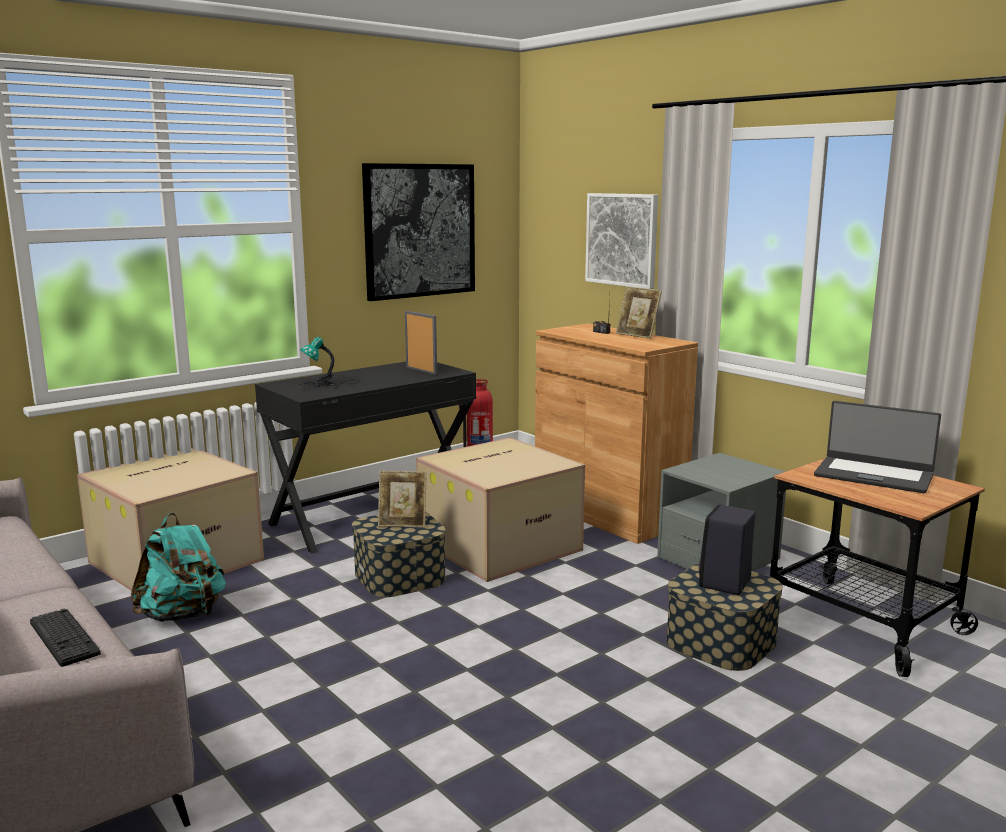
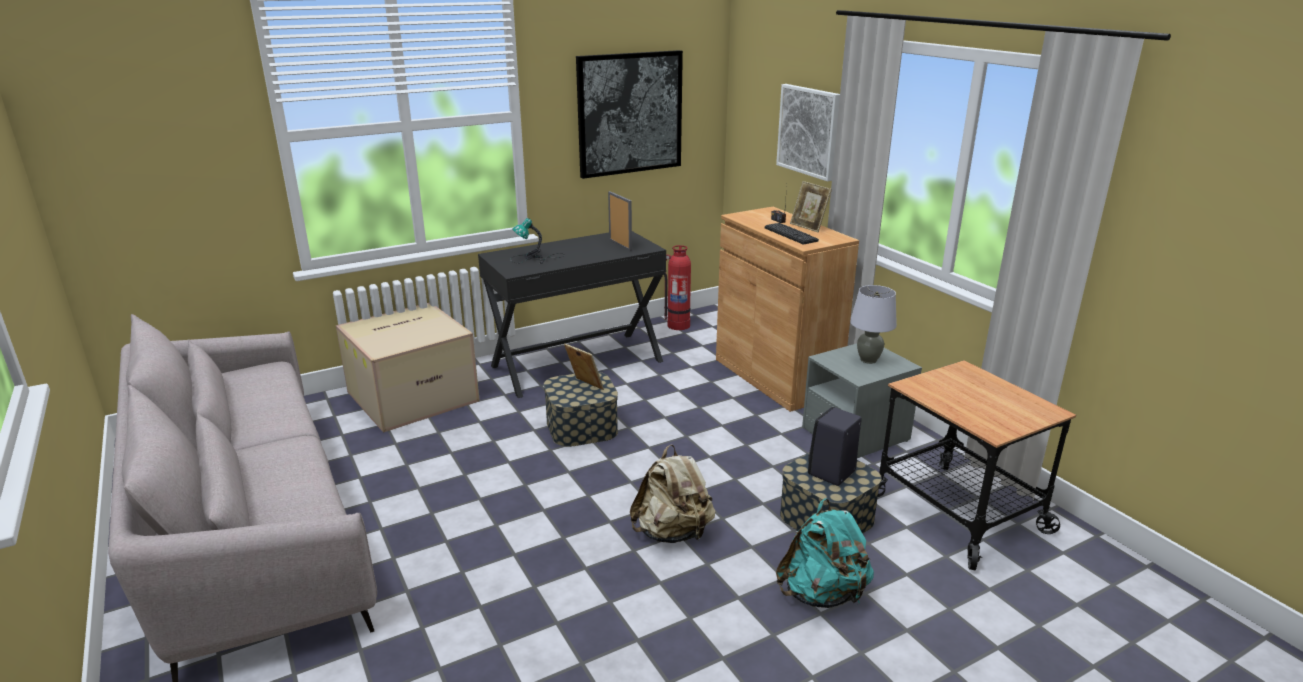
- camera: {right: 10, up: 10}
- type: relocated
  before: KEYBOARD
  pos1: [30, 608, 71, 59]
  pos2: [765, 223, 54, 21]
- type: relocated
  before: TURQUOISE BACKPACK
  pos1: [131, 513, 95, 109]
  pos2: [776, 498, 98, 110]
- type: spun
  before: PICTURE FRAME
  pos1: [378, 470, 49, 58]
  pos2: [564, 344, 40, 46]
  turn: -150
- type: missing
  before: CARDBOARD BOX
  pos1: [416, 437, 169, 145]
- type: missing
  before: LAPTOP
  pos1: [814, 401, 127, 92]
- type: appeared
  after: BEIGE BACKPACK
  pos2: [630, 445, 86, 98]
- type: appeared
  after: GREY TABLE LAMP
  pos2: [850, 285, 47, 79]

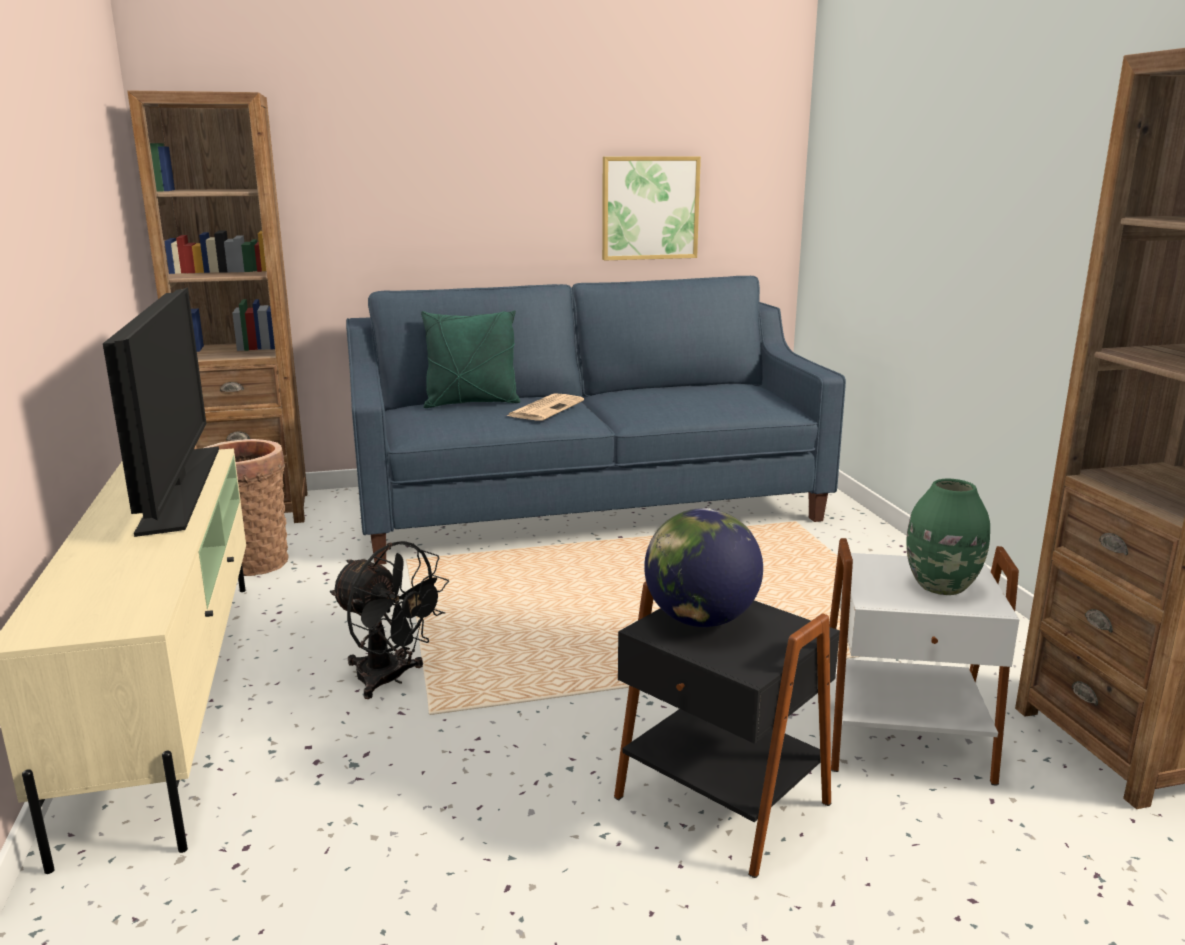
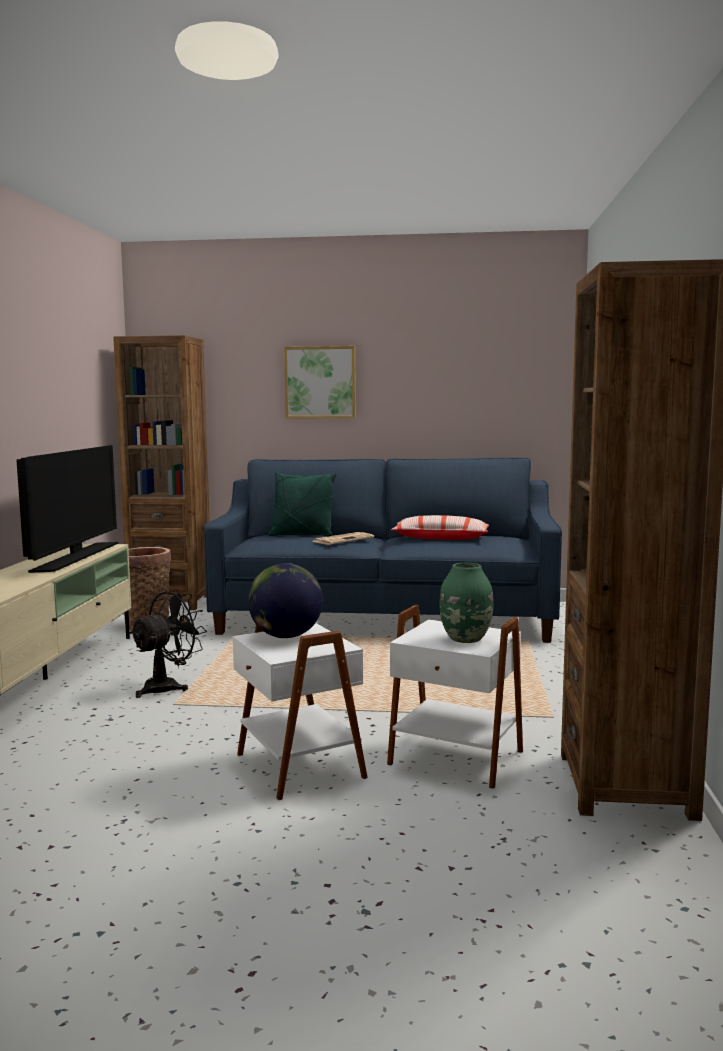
- camera: {right: 20, up: -10}
- type: spun
  before: BLACK FAN
  pos1: [330, 541, 119, 158]
  pos2: [129, 590, 78, 108]
  turn: -105
- type: relocated
  before: PICTURE
  pos1: [602, 156, 99, 105]
  pos2: [284, 346, 72, 72]
- type: colour
  before: BLACK SIDE TABLE
  after: WHITE SIDE TABLE
  pos1: [614, 582, 226, 296]
  pos2: [233, 624, 135, 176]
- type: appeared
  after: PILLOW
  pos2: [391, 515, 98, 25]

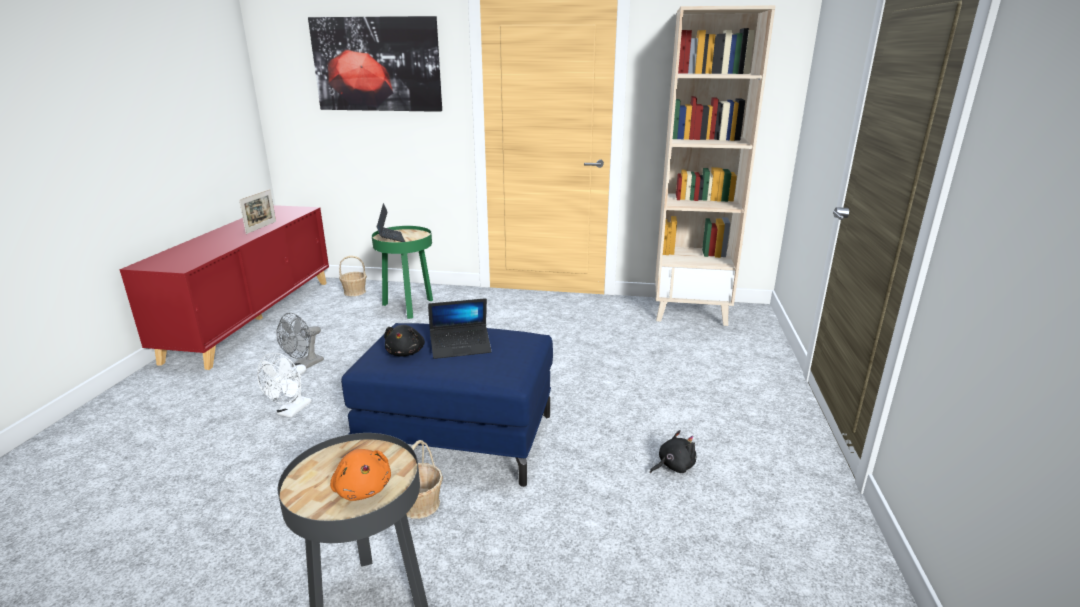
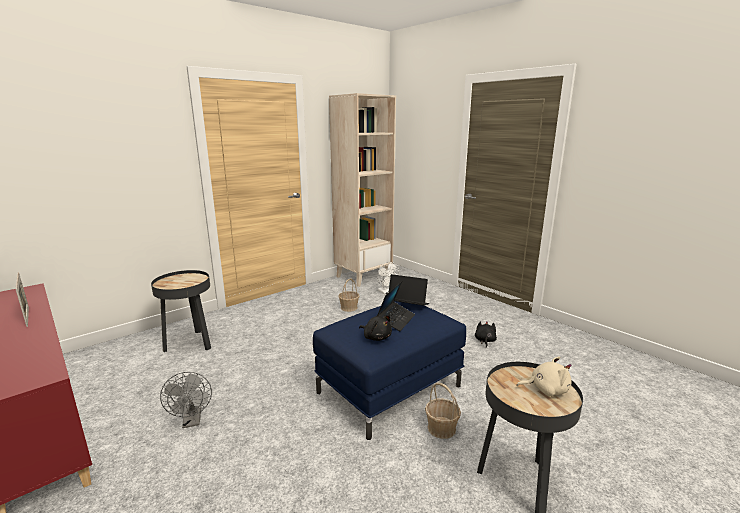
- camera: {right: -50, up: -5}
- type: relocated
  before: WHITE FAN
  pos1: [257, 353, 54, 65]
  pos2: [377, 262, 23, 33]
- type: missing
  before: PICTURE
  pos1: [308, 16, 134, 96]
- type: colour
  before: ORANGE PLUSH TOY
  after: BEIGE PLUSH TOY
  pos1: [330, 449, 61, 52]
  pos2: [516, 356, 55, 40]
- type: relocated
  before: BASKET
  pos1: [339, 256, 28, 40]
  pos2: [338, 278, 22, 34]
- type: colour
  before: GREEN SIDE TABLE
  after: BLACK SIDE TABLE
  pos1: [372, 226, 61, 93]
  pos2: [151, 270, 60, 82]
- type: relocated
  before: LAPTOP
  pos1: [377, 203, 28, 39]
  pos2: [389, 274, 41, 32]

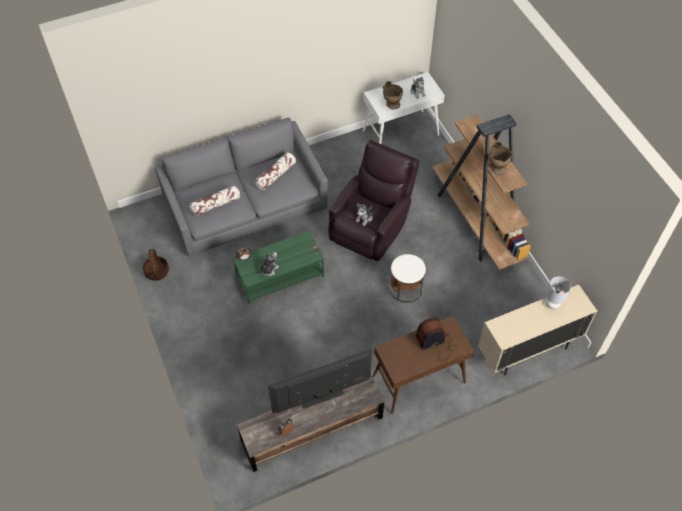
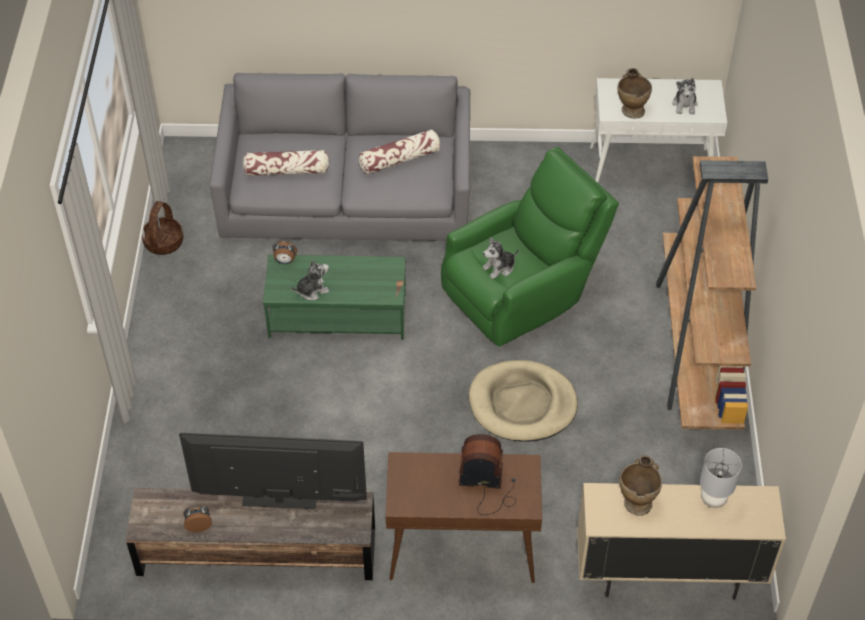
- camera: {right: 25, up: -5}
- type: colour
  before: BROWN ARMCHAIR
  after: GREEN ARMCHAIR
  pos1: [328, 140, 92, 121]
  pos2: [441, 147, 178, 199]
- type: exchanged
  before: WHITE SIDE TABLE
  after: BEIGE DOG BED
  pos1: [390, 254, 36, 49]
  pos2: [469, 360, 109, 82]
- type: relocated
  before: BEIGE VASE
  pos1: [489, 142, 23, 32]
  pos2: [619, 455, 43, 61]

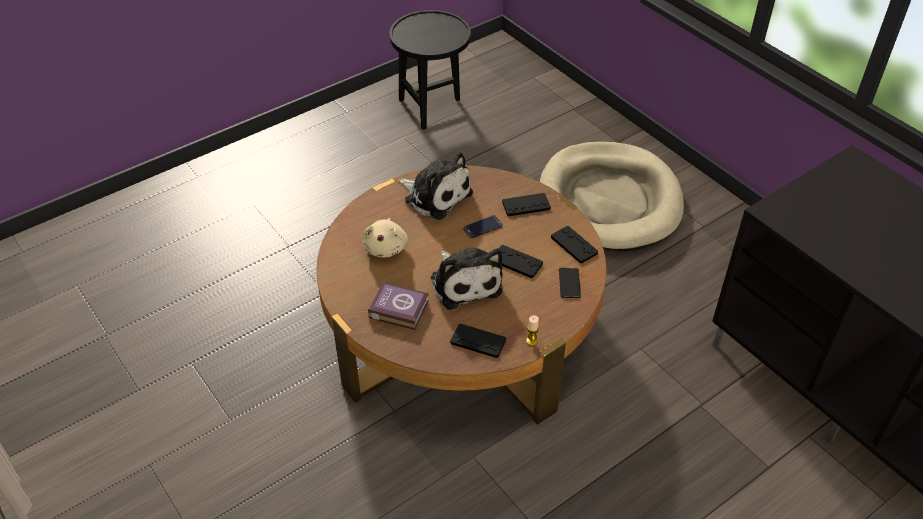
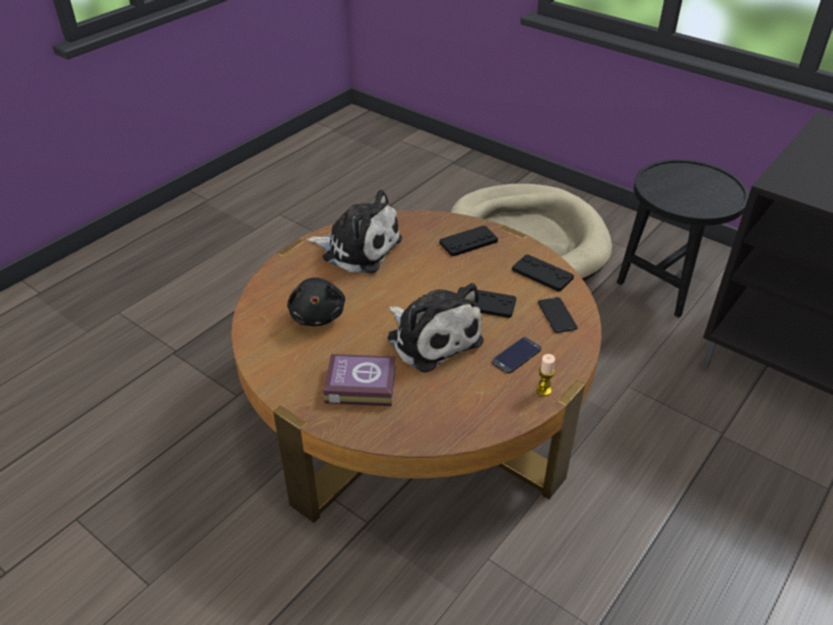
- camera: {right: -15, up: -5}
- type: colour
  before: BEIGE PLUSH TOY
  after: BLACK PLUSH TOY
  pos1: [363, 218, 45, 40]
  pos2: [287, 277, 58, 49]
- type: relocated
  before: BLACK SIDE TABLE
  pos1: [389, 10, 82, 120]
  pos2: [617, 159, 132, 159]
- type: missing
  before: BLACK GAME CONTROLLER
  pos1: [450, 324, 56, 34]
- type: relocated
  before: PHONE
  pos1: [463, 215, 40, 23]
  pos2: [492, 337, 49, 37]

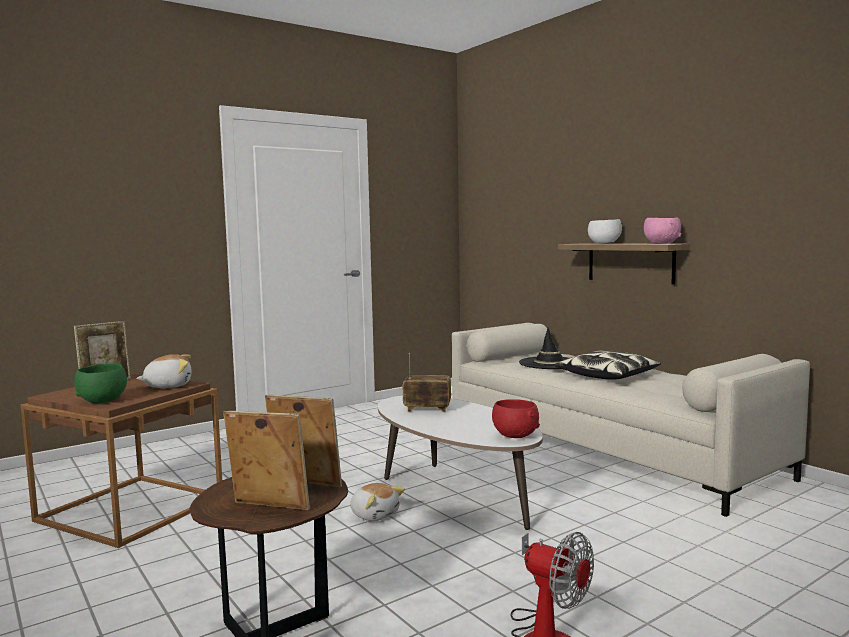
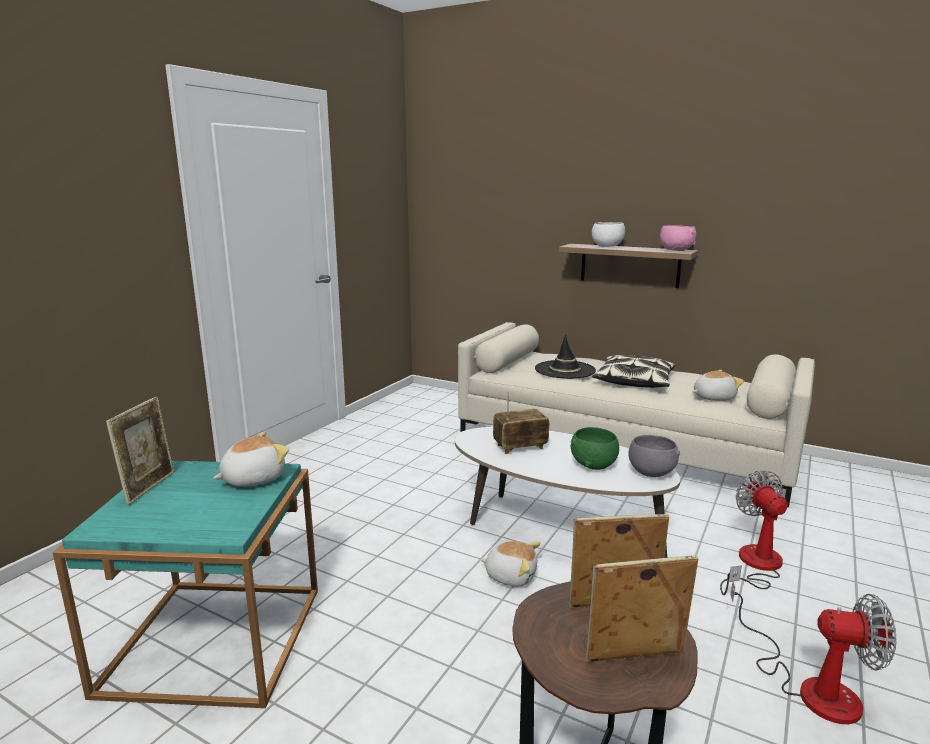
- camera: {right: -25, up: 10}
- type: colour
  before: BROWN SIDE TABLE
  after: TURQUOISE SIDE TABLE
  pos1: [21, 374, 201, 174]
  pos2: [52, 461, 266, 247]
- type: relocated
  before: GREEN BOWL
  pos1: [74, 364, 53, 40]
  pos2: [571, 427, 48, 43]
- type: colour
  before: RED BOWL
  after: GREY BOWL
  pos1: [492, 399, 48, 39]
  pos2: [628, 435, 52, 42]
- type: appeared
  after: PLUSH TOY
  pos2: [692, 370, 52, 31]
- type: appeared
  after: FAN
  pos2: [720, 470, 68, 125]

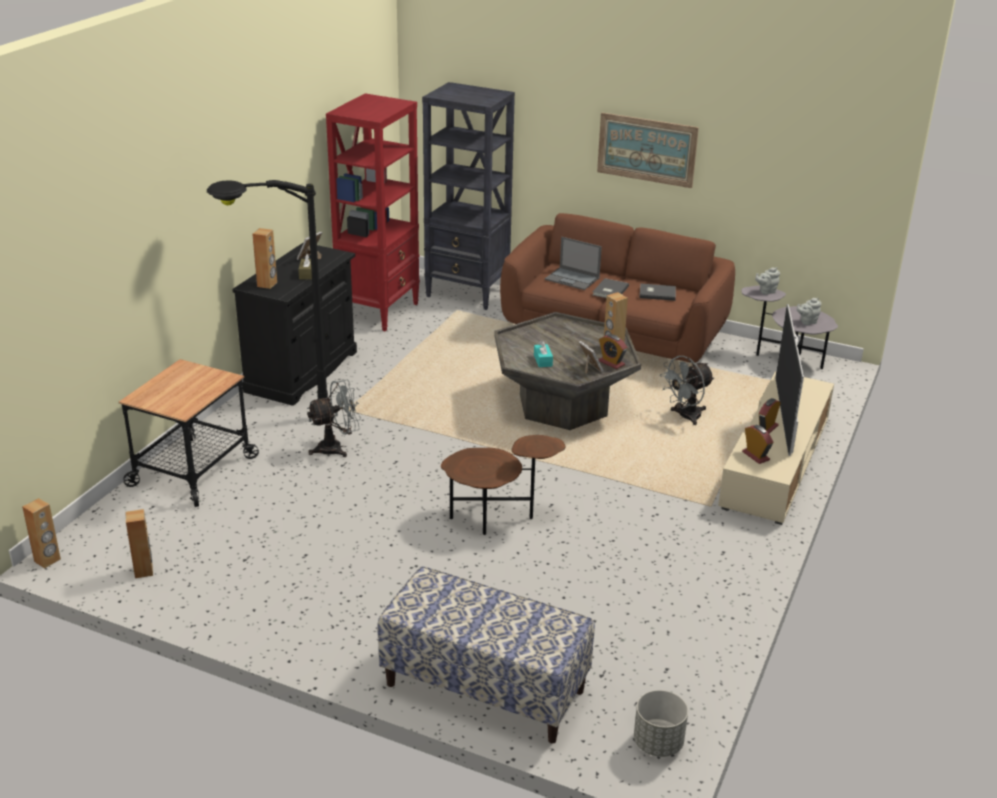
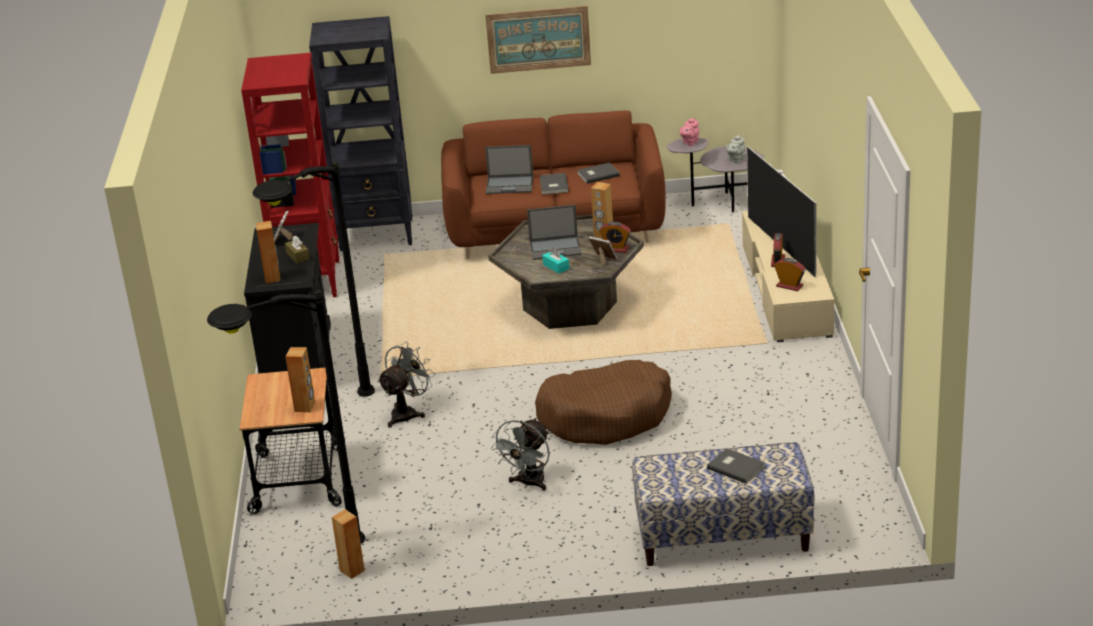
- camera: {right: -25, up: 0}
- type: relocated
  before: BROWN SPEAKER
  pos1: [22, 498, 39, 70]
  pos2: [285, 347, 30, 65]
- type: exchanged
  before: BROWN SIDE TABLE
  after: BROWN DOG BED
  pos1: [441, 435, 124, 100]
  pos2: [535, 360, 137, 85]
- type: missing
  before: GREY PLANTER
  pos1: [634, 690, 54, 67]
- type: relocated
  before: GREY FAN
  pos1: [660, 356, 54, 69]
  pos2: [491, 418, 59, 73]
- type: colour
  before: GREY TEAPOT
  after: PINK TEAPOT
  pos1: [755, 267, 25, 28]
  pos2: [679, 118, 20, 28]
- type: appeared
  after: BLACK FLOOR LAMP
  pos2: [207, 290, 158, 254]
- type: appeared
  after: LAPTOP
  pos2: [527, 205, 55, 55]
- type: appeared
  after: GREY BOOK
  pos2: [707, 448, 58, 36]

